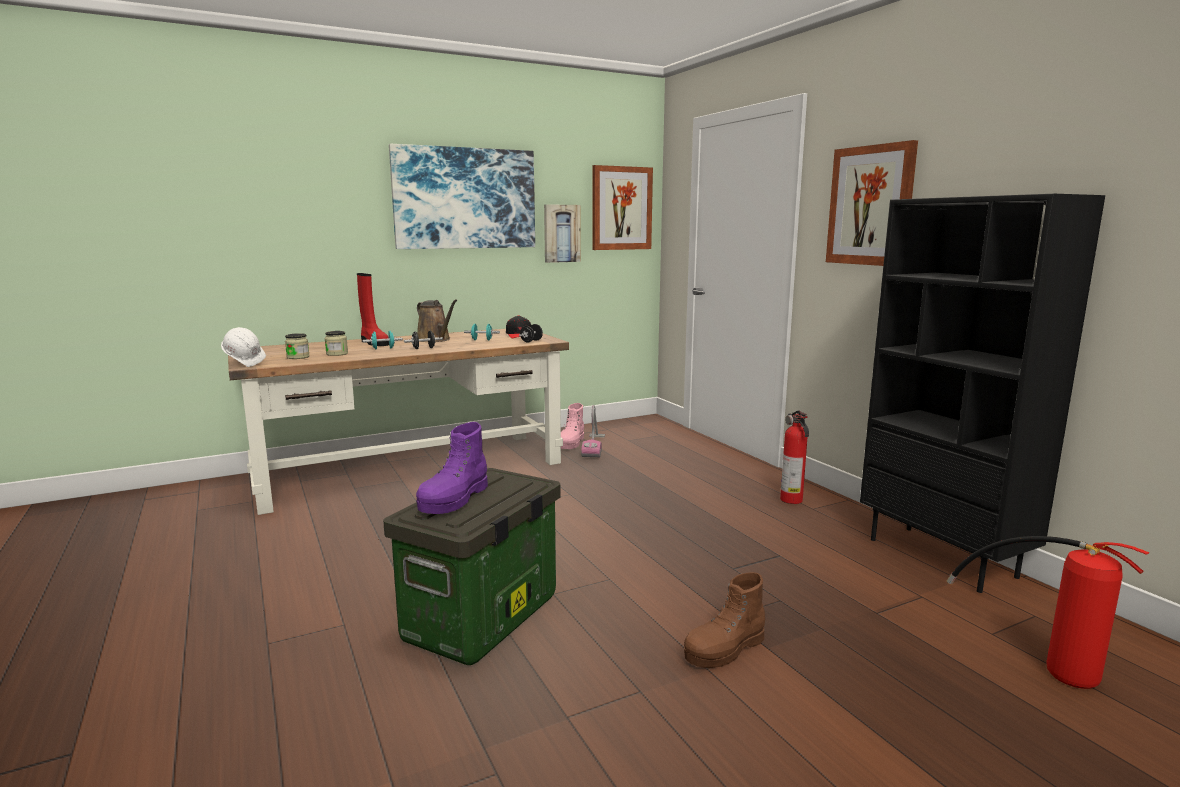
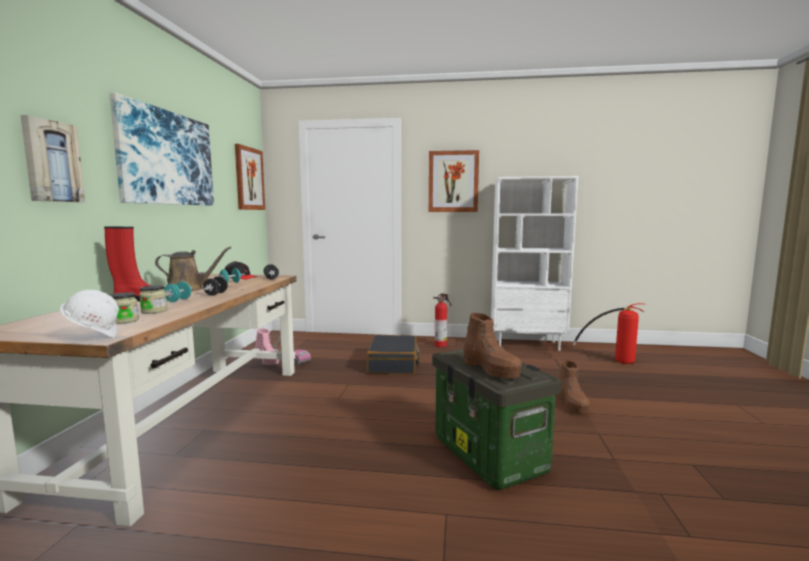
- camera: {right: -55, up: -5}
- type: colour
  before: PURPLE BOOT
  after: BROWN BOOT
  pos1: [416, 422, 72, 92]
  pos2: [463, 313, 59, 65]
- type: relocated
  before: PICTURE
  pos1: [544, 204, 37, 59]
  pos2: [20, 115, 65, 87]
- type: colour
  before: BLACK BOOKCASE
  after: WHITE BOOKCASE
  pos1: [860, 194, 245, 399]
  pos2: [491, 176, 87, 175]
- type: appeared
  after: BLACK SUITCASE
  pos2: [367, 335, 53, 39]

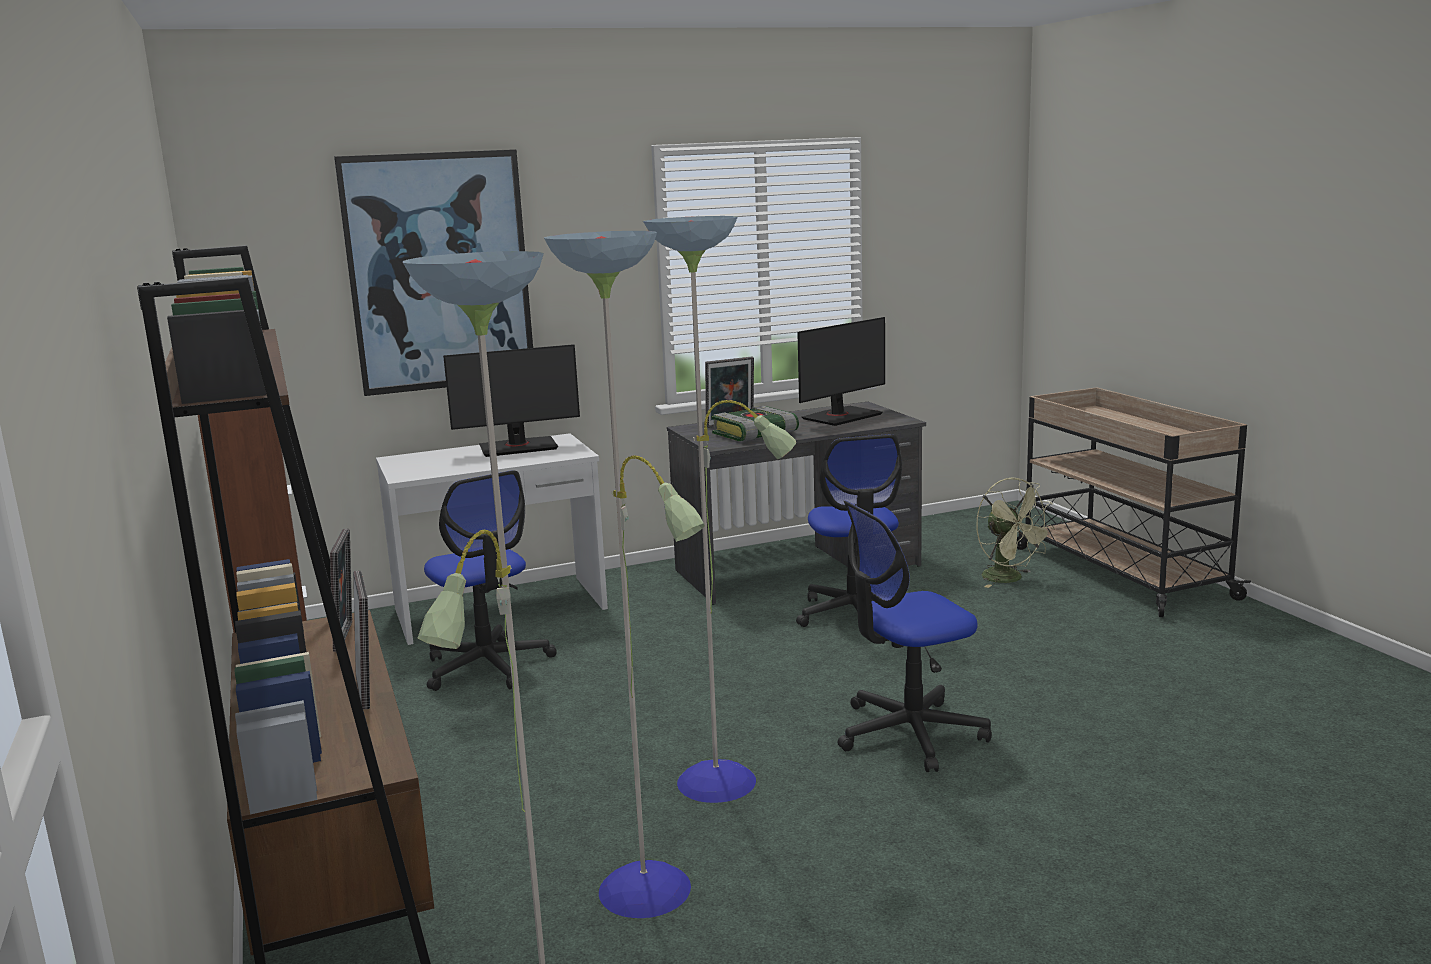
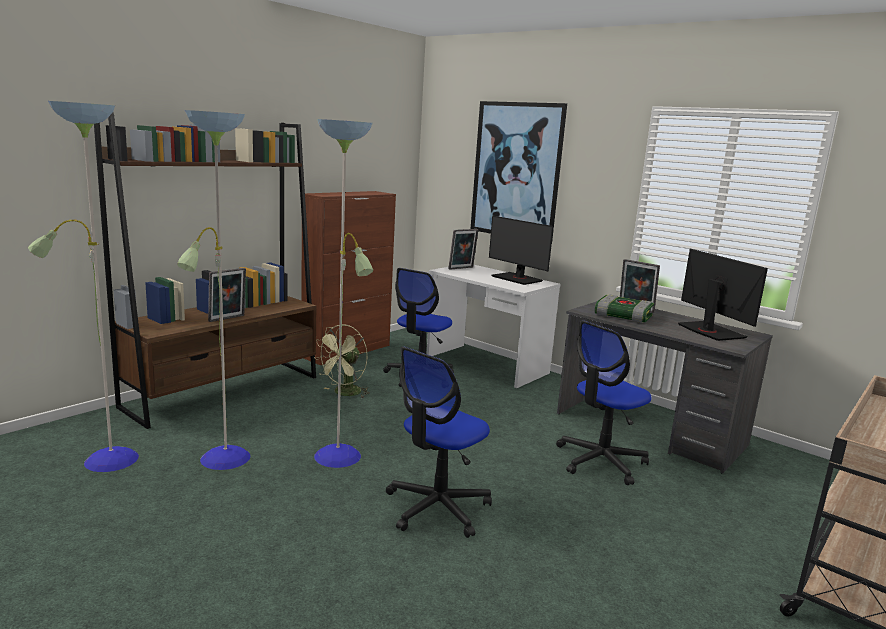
- camera: {right: 60, up: 0}
- type: relocated
  before: PICTURE FRAME
  pos1: [330, 529, 22, 123]
  pos2: [448, 229, 31, 40]
- type: spun
  before: MONITOR
  pos1: [797, 317, 88, 109]
  pos2: [678, 249, 90, 92]
  turn: -135
- type: spun
  before: OFFICE CHAIR
  pos1: [837, 501, 155, 271]
  pos2: [386, 347, 106, 191]
  turn: -90
- type: relocated
  before: GREEN FAN
  pos1: [976, 478, 79, 110]
  pos2: [314, 324, 56, 74]

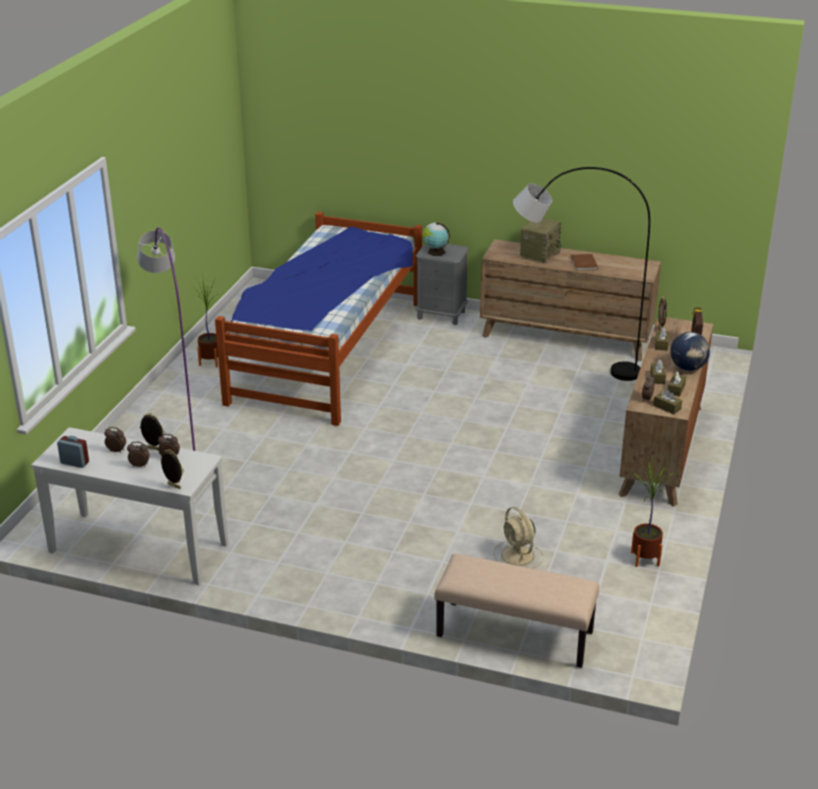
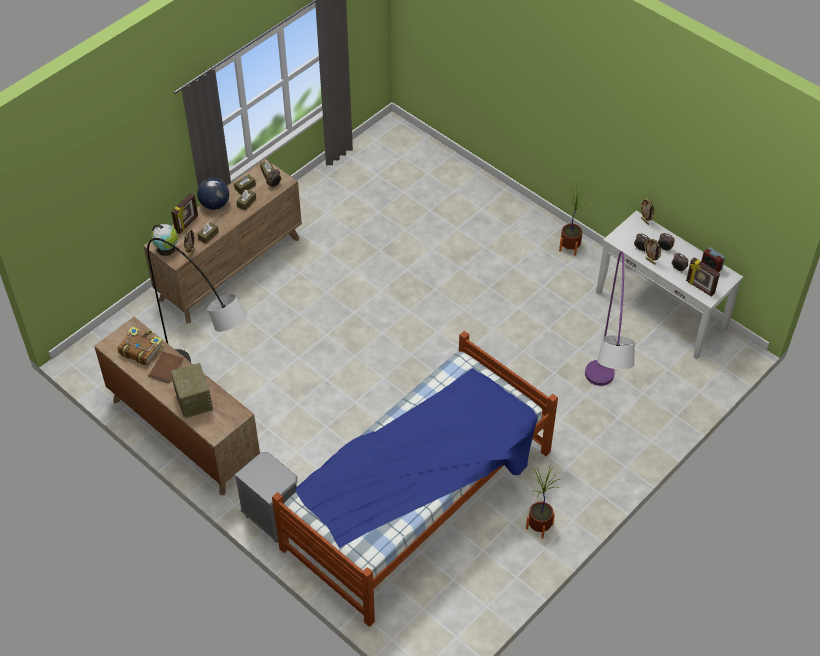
- camera: {right: -155, up: 20}
- type: relocated
  before: GLOBE
  pos1: [423, 222, 27, 34]
  pos2: [151, 224, 27, 32]
- type: missing
  before: BEIGE BENCH
  pos1: [434, 554, 165, 114]
- type: missing
  before: BEIGE FAN
  pos1: [494, 507, 50, 62]
- type: spun
  before: RADIO
  pos1: [520, 218, 41, 46]
  pos2: [171, 363, 42, 55]
  turn: 105
- type: relocated
  before: POTTED PLANT
  pos1: [631, 457, 43, 110]
  pos2: [559, 185, 31, 71]
- type: appeared
  after: BOOK
  pos2: [117, 326, 47, 40]
- type: appeared
  after: PICTURE FRAME
  pos2: [686, 257, 34, 40]

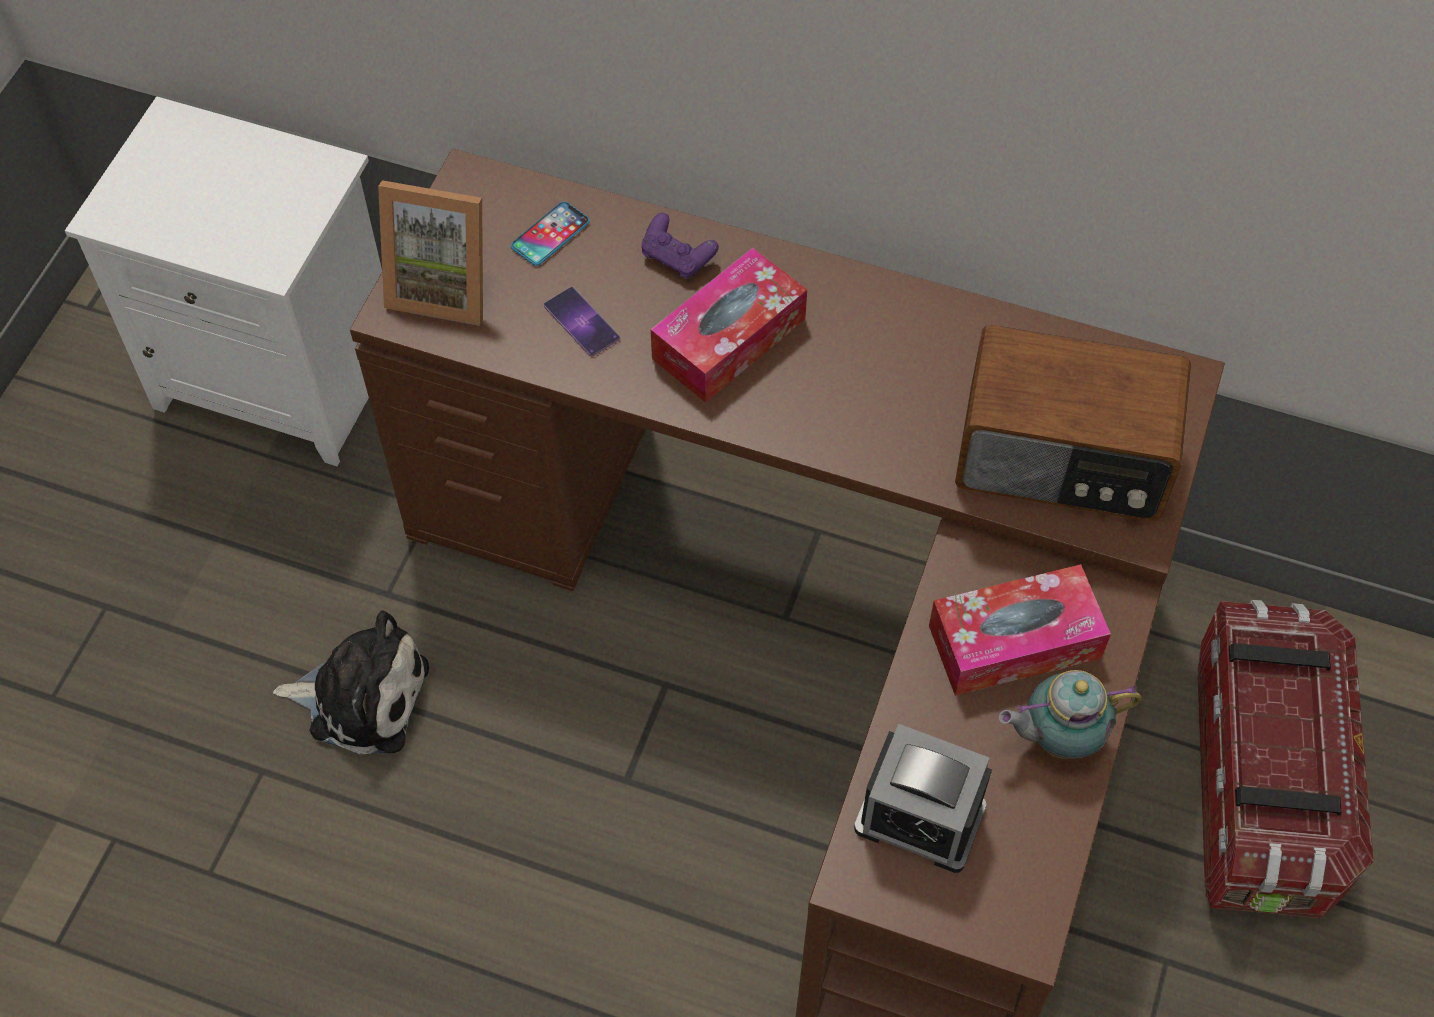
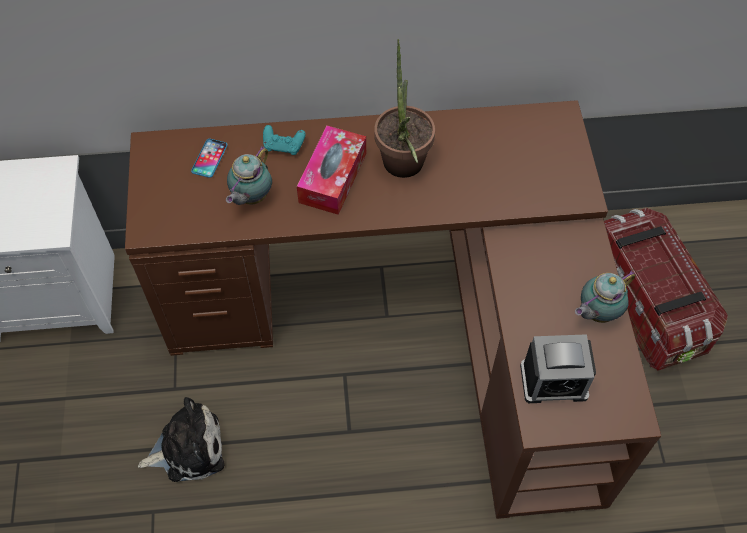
- camera: {right: -25, up: 0}
- type: missing
  before: PICTURE FRAME
  pos1: [378, 180, 105, 146]
- type: exchanged
  before: PHONE
  after: TEAPOT
  pos1: [544, 287, 76, 70]
  pos2: [226, 146, 46, 59]
- type: colour
  before: PURPLE GAME CONTROLLER
  after: TURQUOISE GAME CONTROLLER
  pos1: [642, 213, 77, 65]
  pos2: [263, 125, 43, 30]
- type: missing
  before: TISSUE BOX
  pos1: [929, 564, 182, 132]
- type: missing
  before: RADIO
  pos1: [955, 325, 236, 196]
- type: appeared
  after: POTTED PLANT
  pos2: [374, 39, 61, 139]

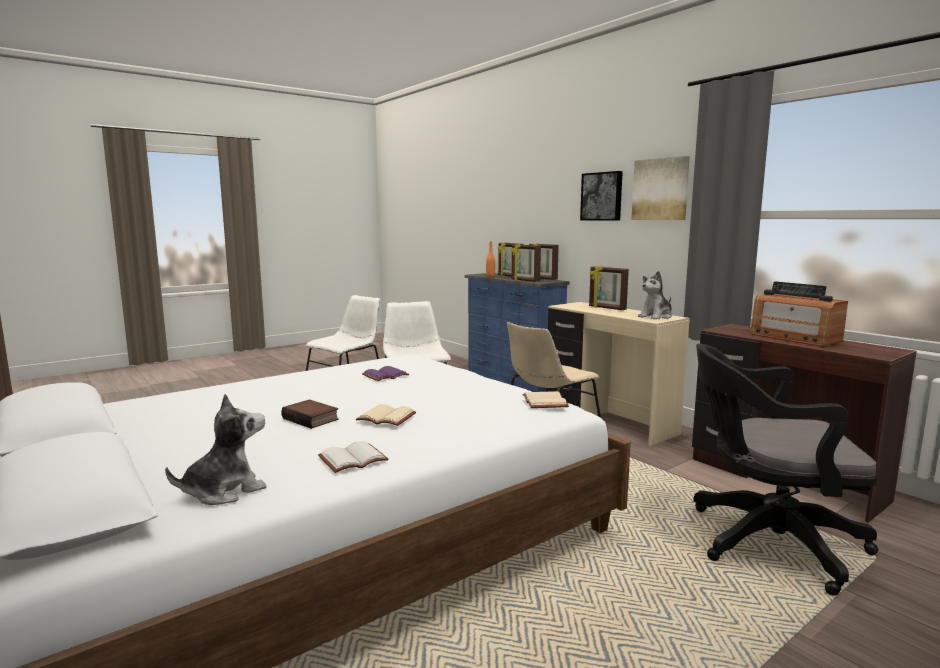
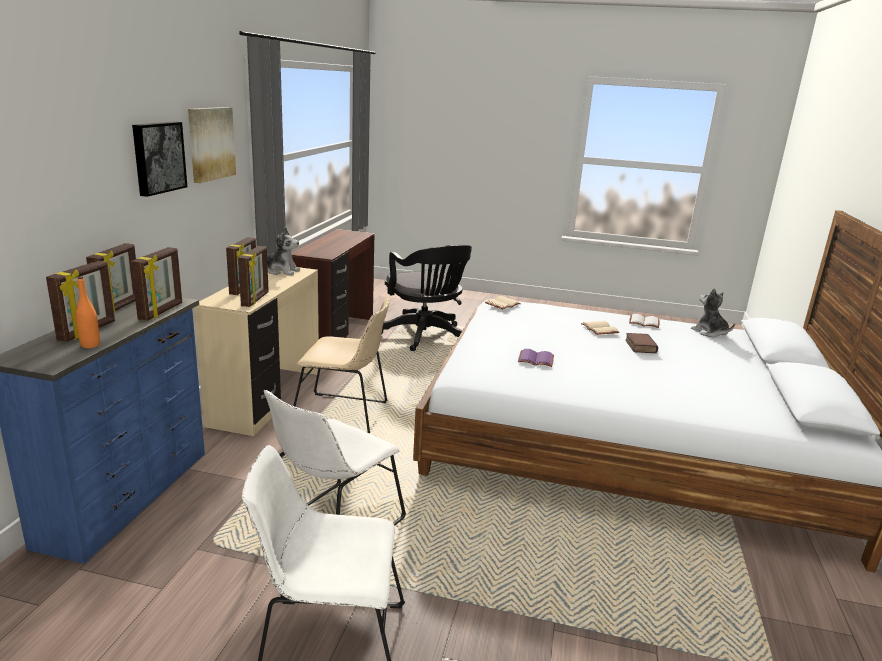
- camera: {right: -130, up: 10}
- type: spun
  before: PLUSH TOY
  pos1: [165, 394, 102, 111]
  pos2: [691, 288, 44, 50]
  turn: 45
- type: missing
  before: RADIO
  pos1: [750, 281, 98, 66]
- type: appeared
  after: PICTURE FRAME
  pos2: [238, 246, 31, 61]

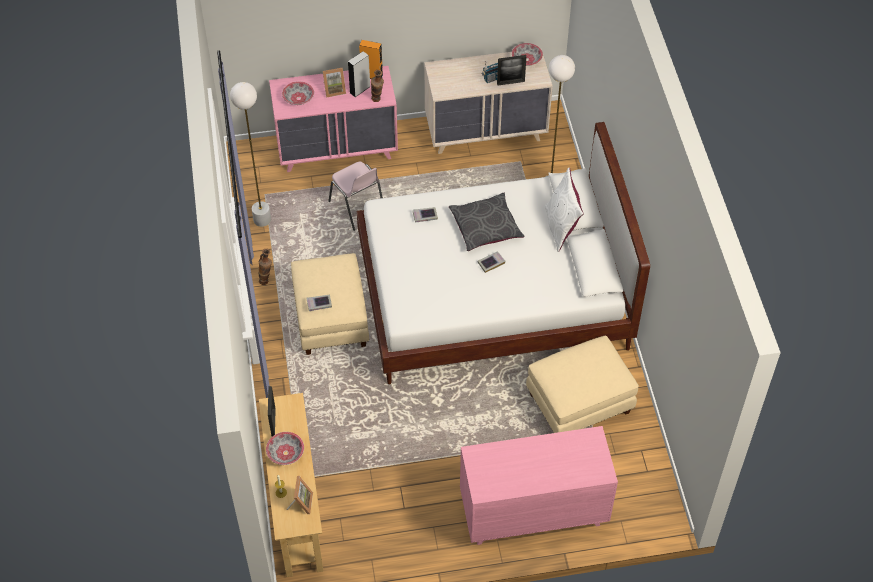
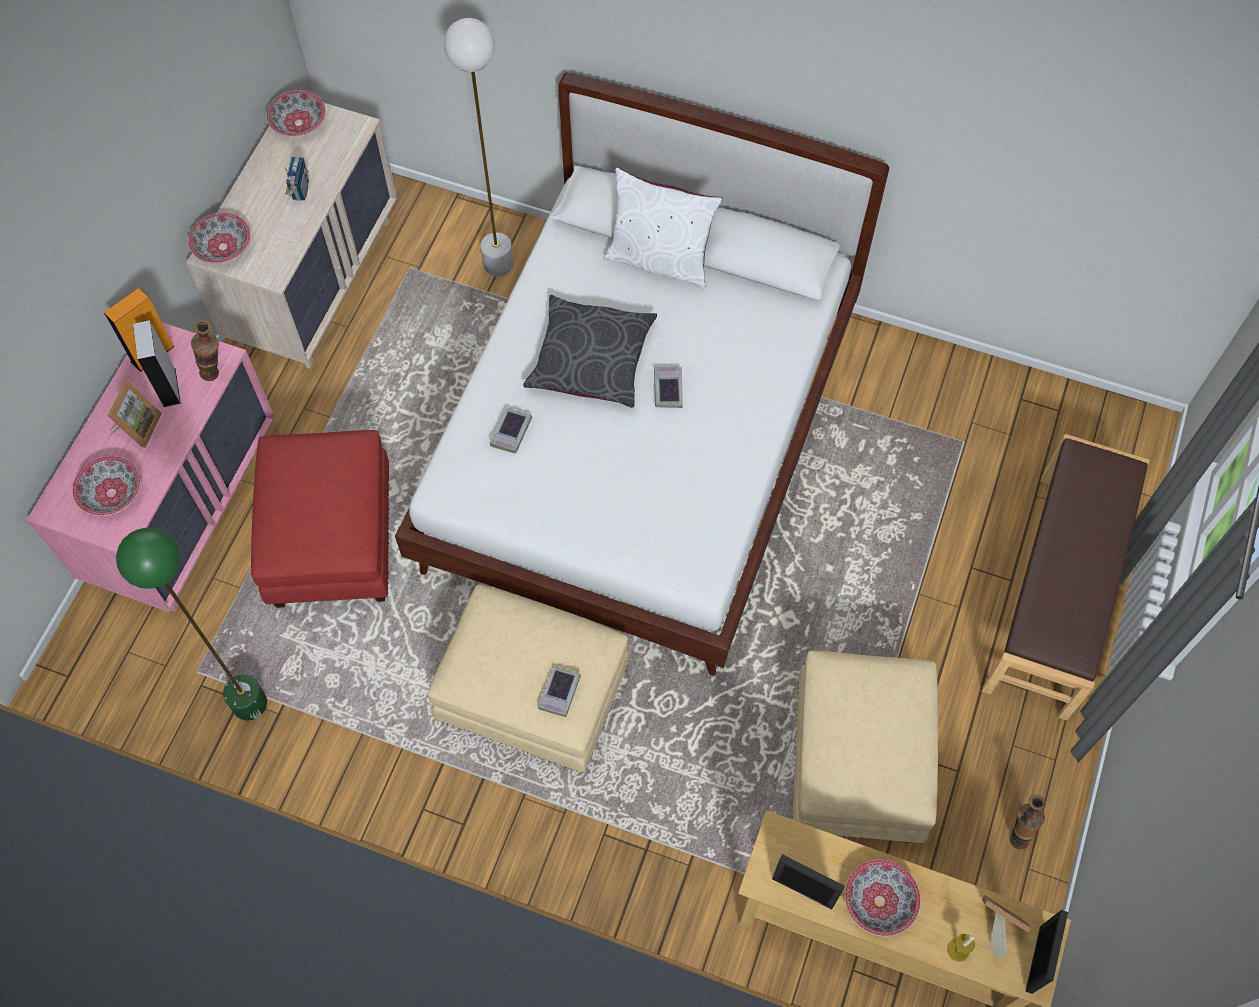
- camera: {right: -60, up: 10}
- type: colour
  before: WHITE FLOOR LAMP
  after: GREEN FLOOR LAMP
  pos1: [230, 82, 41, 145]
  pos2: [116, 528, 151, 192]
- type: relocated
  before: VASE
  pos1: [259, 249, 13, 36]
  pos2: [1010, 794, 36, 55]
- type: exchanged
  before: PINK CHAIR
  after: RED OTTOMAN
  pos1: [328, 161, 55, 70]
  pos2: [251, 430, 139, 178]
- type: exchanged
  before: PINK DRESSER
  after: BROWN BENCH
  pos1: [460, 426, 158, 119]
  pos2: [982, 434, 168, 286]
- type: relocated
  before: PICTURE FRAME
  pos1: [497, 55, 29, 31]
  pos2: [1025, 910, 43, 84]
- type: relocated
  before: BEIGE OTTOMAN
  pos1: [526, 335, 113, 98]
  pos2: [792, 651, 146, 193]
- type: appeared
  after: BOWL
  pos2: [188, 213, 62, 51]

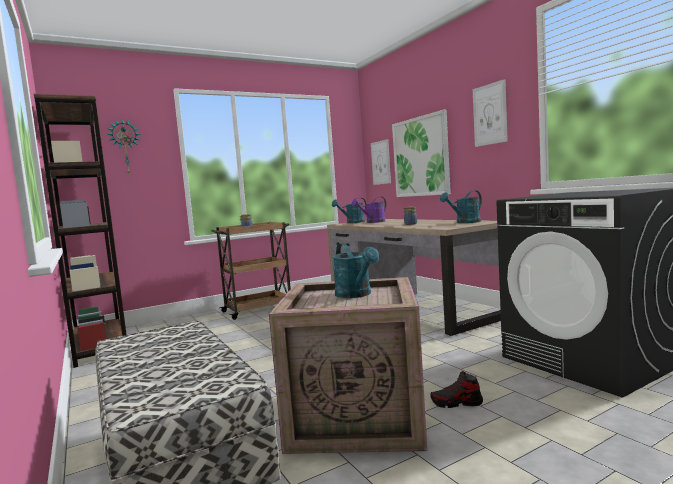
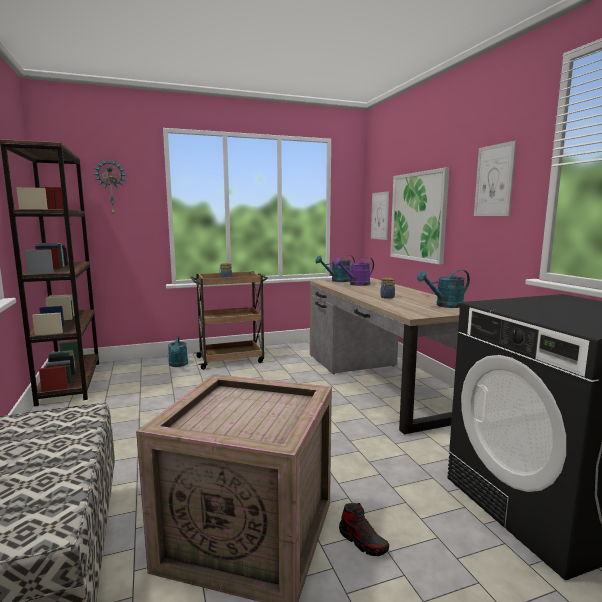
- camera: {right: 10, up: 5}
- type: relocated
  before: TURQUOISE WATERING CAN
  pos1: [332, 243, 47, 55]
  pos2: [168, 336, 20, 31]
- type: spun
  before: SHOE
  pos1: [430, 371, 53, 37]
  pos2: [339, 503, 50, 53]
  turn: -150

